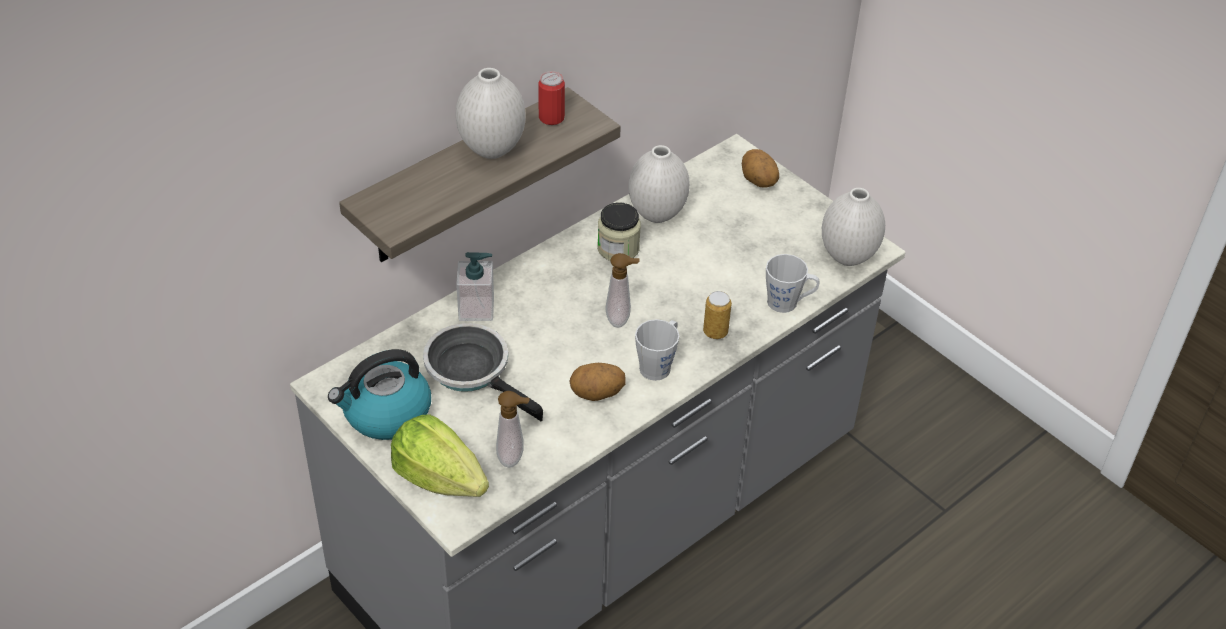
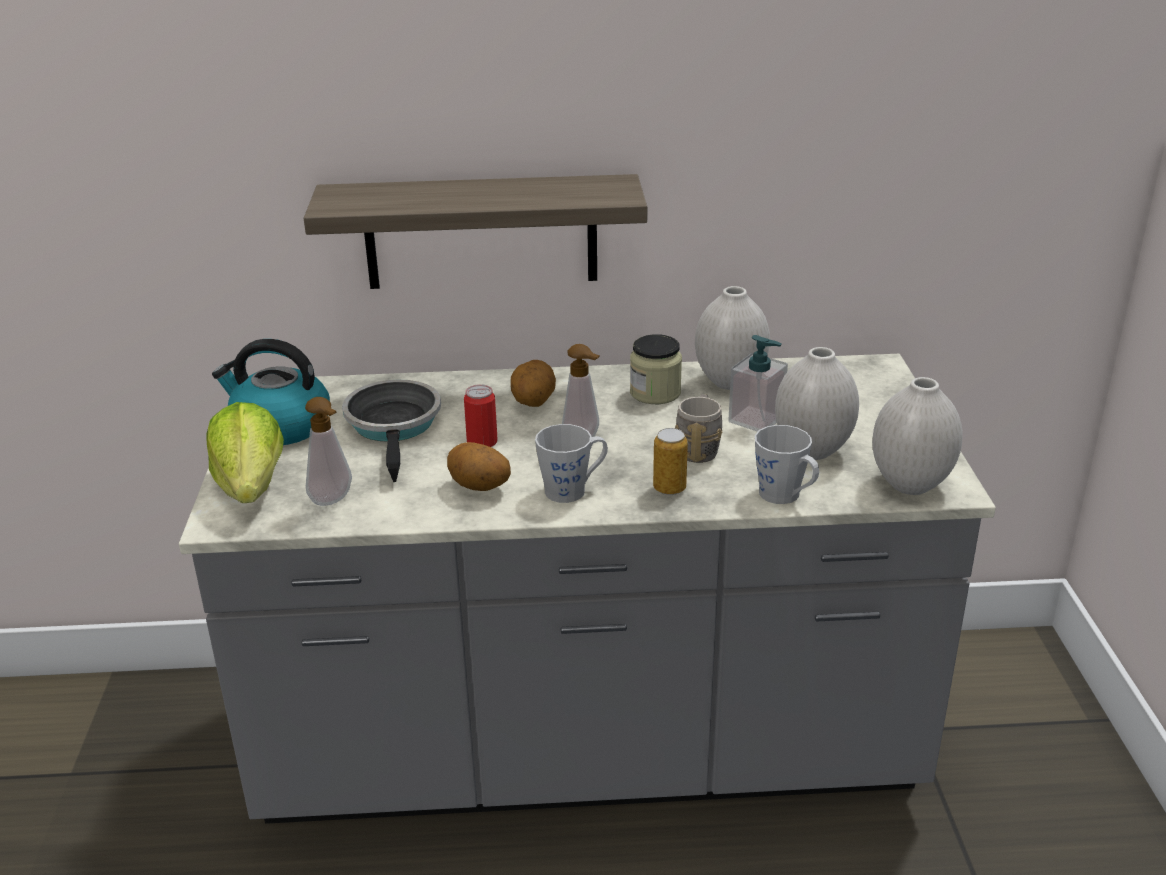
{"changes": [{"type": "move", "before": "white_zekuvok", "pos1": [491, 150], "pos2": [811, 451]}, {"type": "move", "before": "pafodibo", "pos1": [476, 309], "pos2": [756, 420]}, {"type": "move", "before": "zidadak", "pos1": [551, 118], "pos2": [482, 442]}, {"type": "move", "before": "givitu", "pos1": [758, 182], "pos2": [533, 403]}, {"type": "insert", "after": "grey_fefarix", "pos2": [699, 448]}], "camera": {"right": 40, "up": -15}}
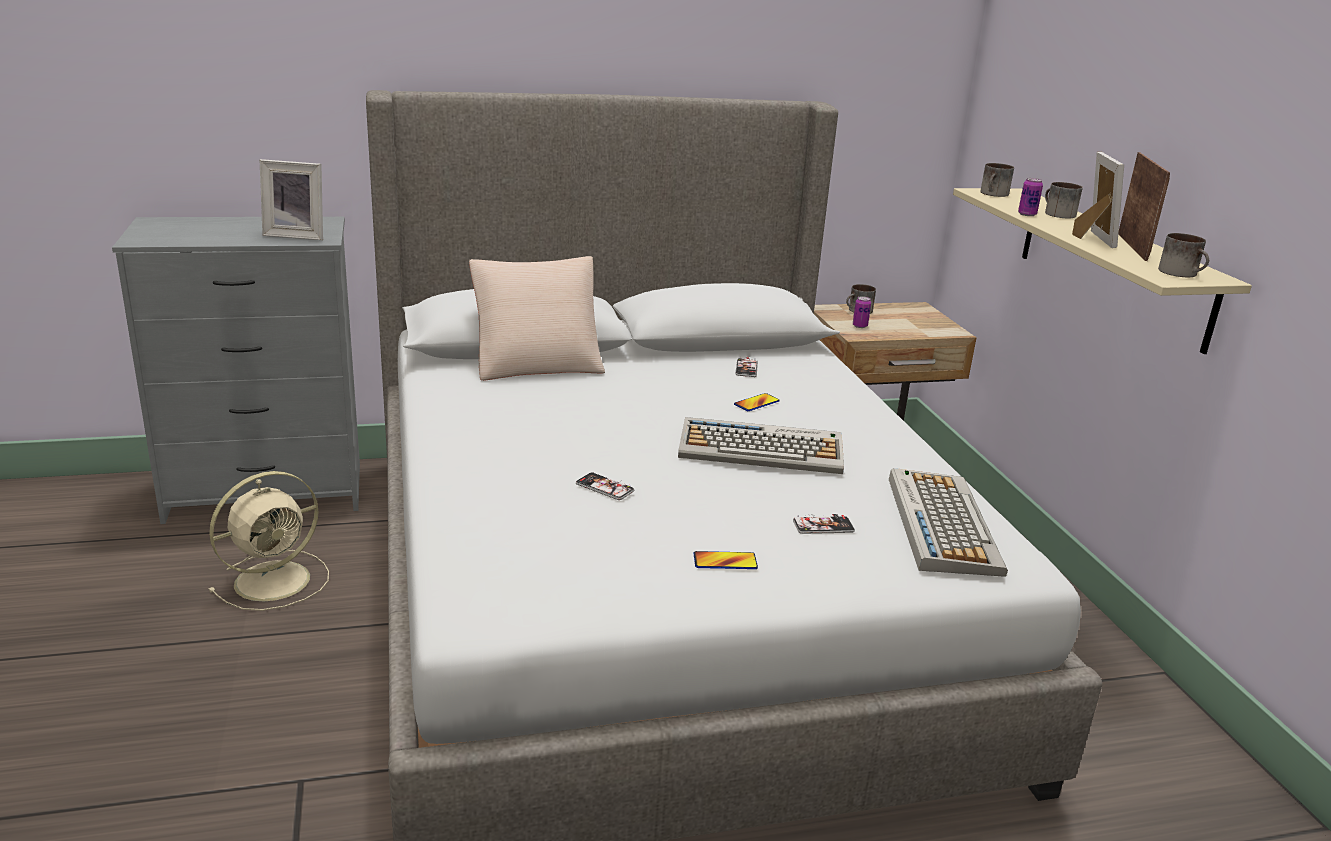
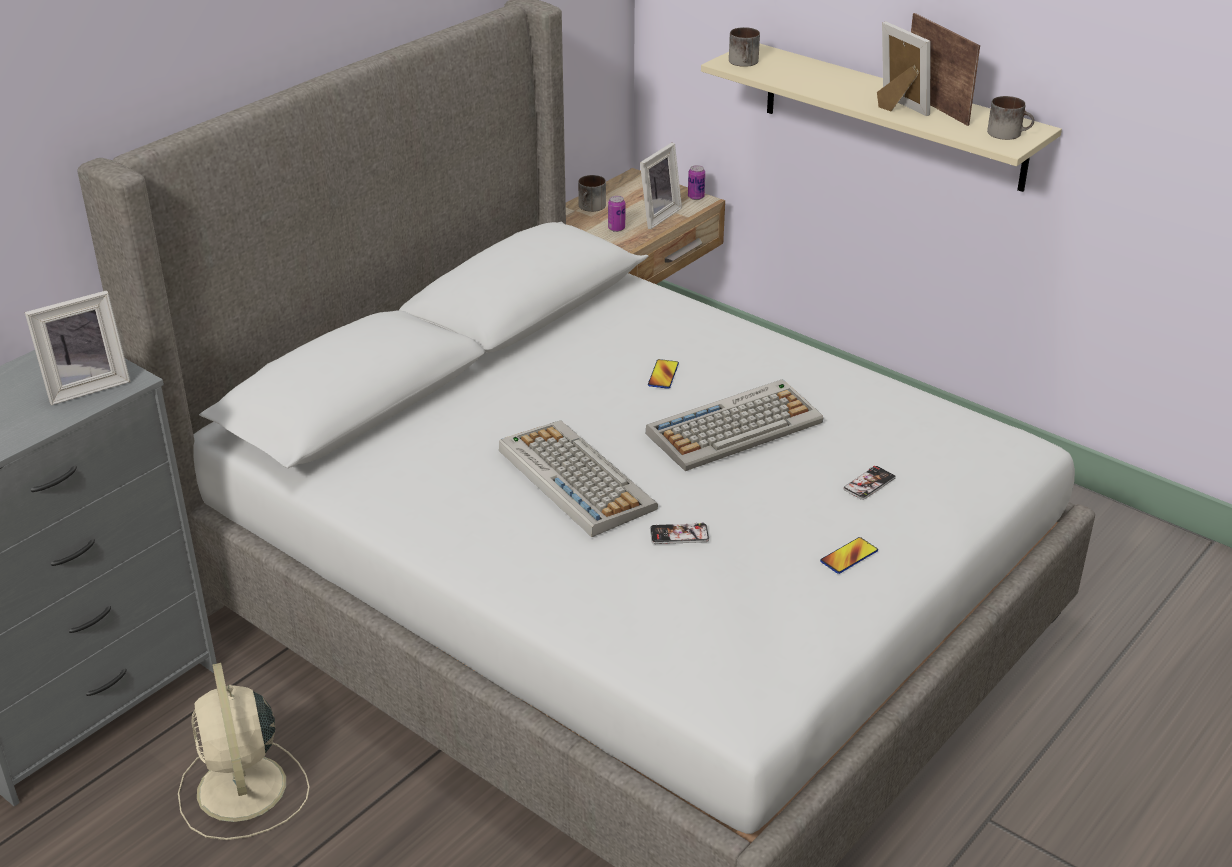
{"changes": [{"type": "rotate", "before": "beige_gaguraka", "pos1": [275, 580], "pos2": [242, 791], "turn": 150}, {"type": "delete", "before": "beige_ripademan", "pos1": [537, 364]}, {"type": "delete", "before": "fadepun", "pos1": [746, 368]}, {"type": "move", "before": "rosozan", "pos1": [941, 523], "pos2": [574, 478]}, {"type": "move", "before": "zidadak", "pos1": [1027, 214], "pos2": [696, 197]}, {"type": "delete", "before": "fefarix", "pos1": [1056, 213]}, {"type": "insert", "after": "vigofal", "pos2": [656, 216]}], "camera": {"right": -35, "up": 10}}
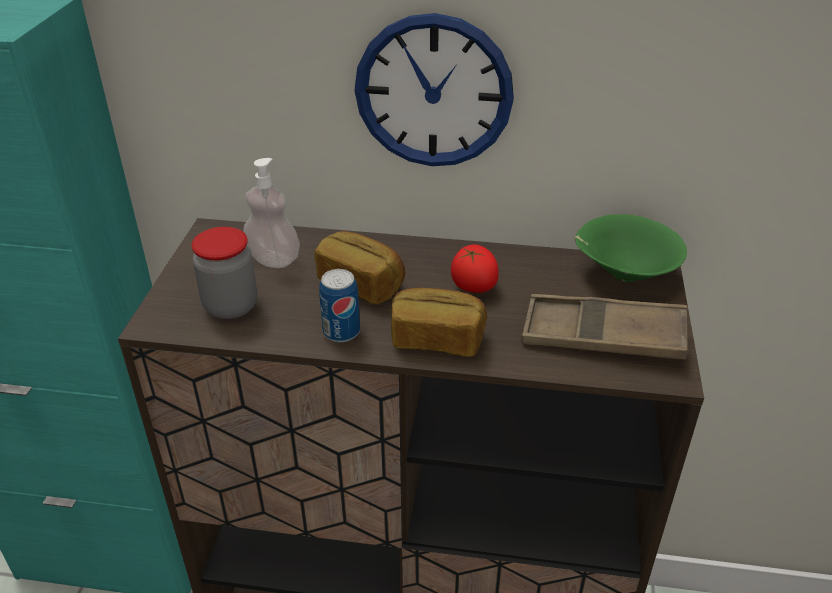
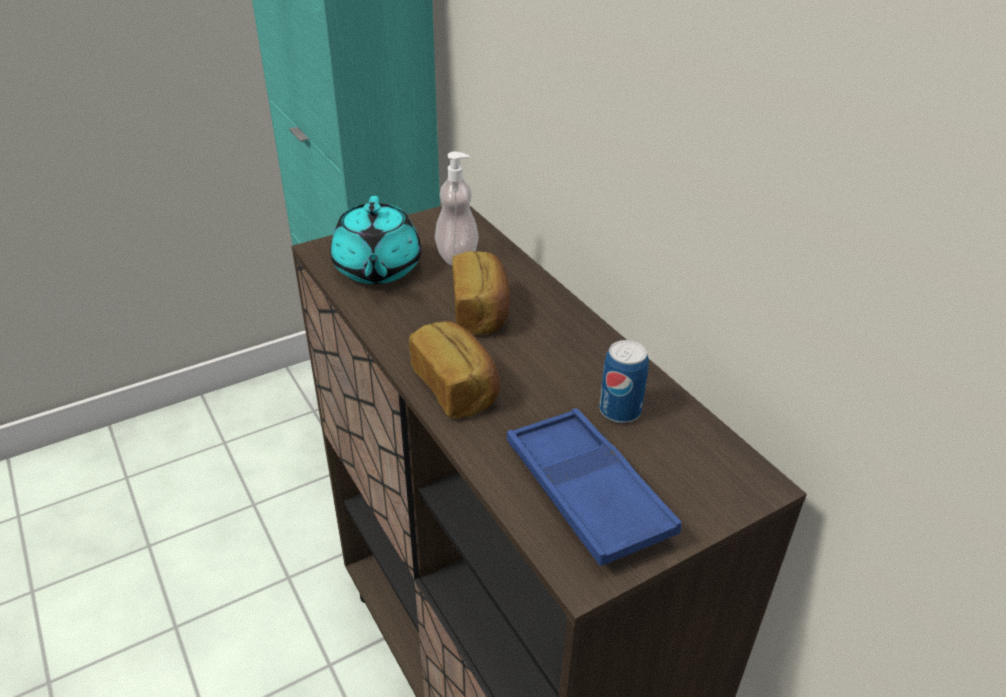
{"changes": [{"type": "replace", "before": "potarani", "after": "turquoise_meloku", "pos1": [231, 306], "pos2": [377, 269]}, {"type": "move", "before": "zidadak", "pos1": [341, 332], "pos2": [620, 411]}, {"type": "delete", "before": "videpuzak", "pos1": [433, 92]}, {"type": "delete", "before": "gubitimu", "pos1": [473, 286]}, {"type": "recolor", "before": "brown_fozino", "after": "blue_fozino", "pos1": [602, 336], "pos2": [586, 492]}, {"type": "delete", "before": "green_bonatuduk", "pos1": [622, 274]}], "camera": {"right": 50, "up": 0}}
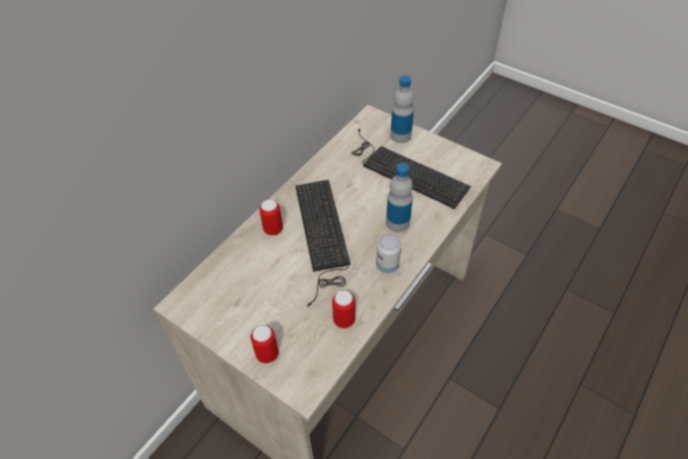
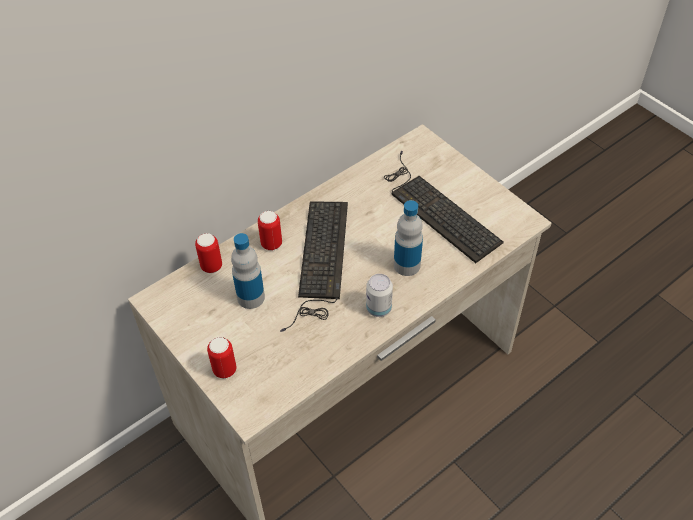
{"changes": [{"type": "move", "before": "zidadak", "pos1": [344, 320], "pos2": [211, 266]}, {"type": "move", "before": "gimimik", "pos1": [400, 136], "pos2": [251, 297]}], "camera": {"right": 15, "up": 0}}
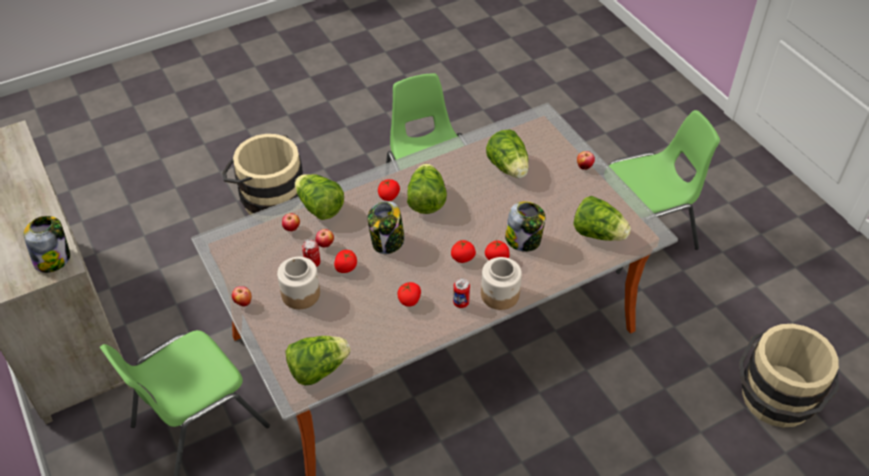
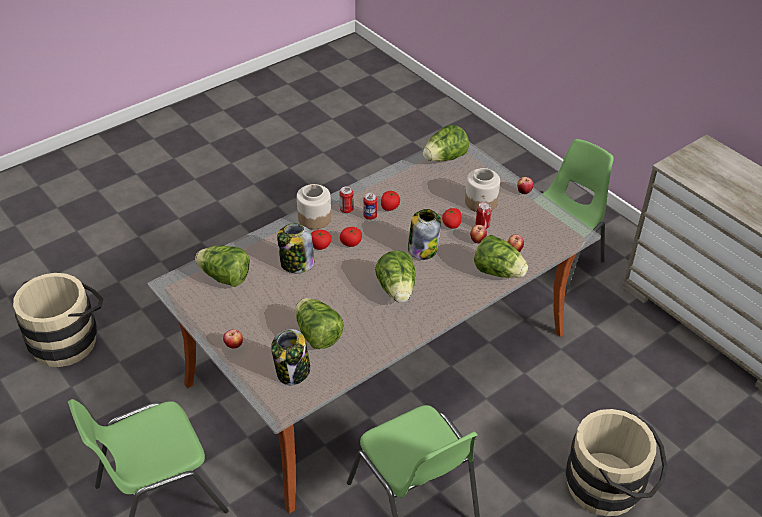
{"changes": [{"type": "move", "before": "potarani", "pos1": [53, 258], "pos2": [293, 371]}, {"type": "delete", "before": "gubitimu", "pos1": [389, 196]}, {"type": "insert", "after": "zidadak", "pos2": [370, 216]}], "camera": {"right": 170, "up": -5}}
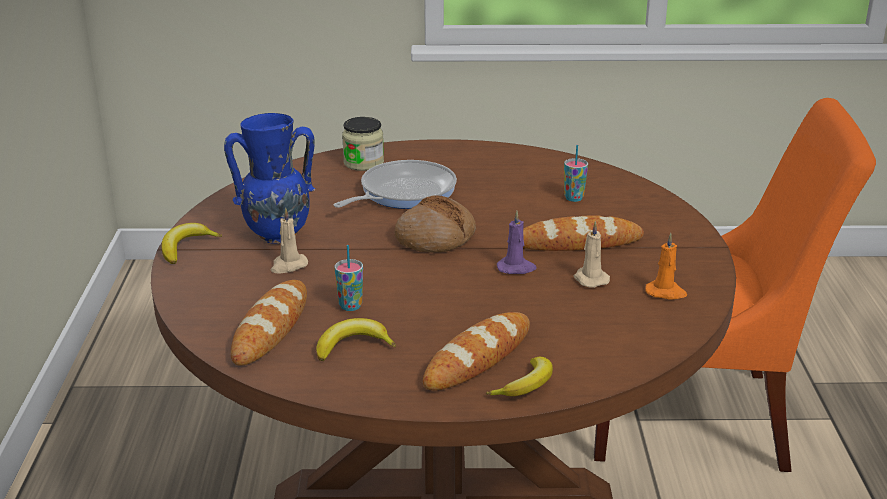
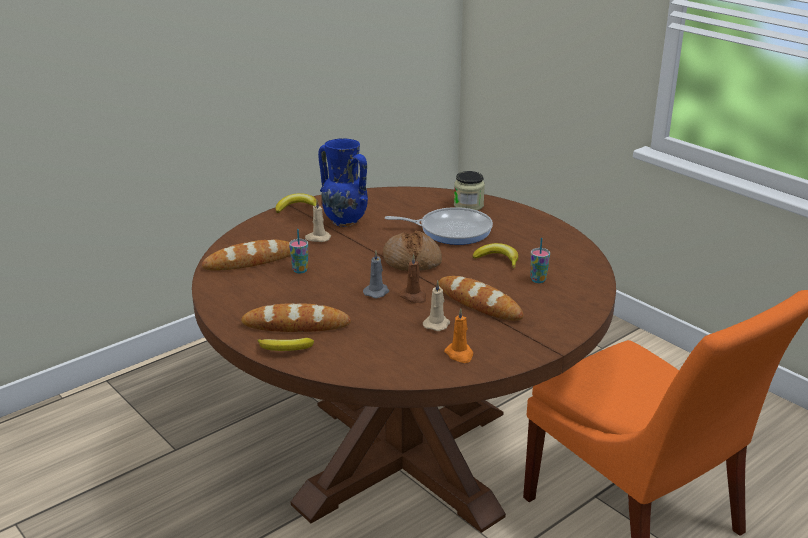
{"changes": [{"type": "move", "before": "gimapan", "pos1": [353, 346], "pos2": [497, 259]}, {"type": "recolor", "before": "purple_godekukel", "after": "brown_godekukel", "pos1": [516, 268], "pos2": [414, 297]}, {"type": "insert", "after": "grey_godekukel", "pos2": [377, 292]}], "camera": {"right": 50, "up": 0}}
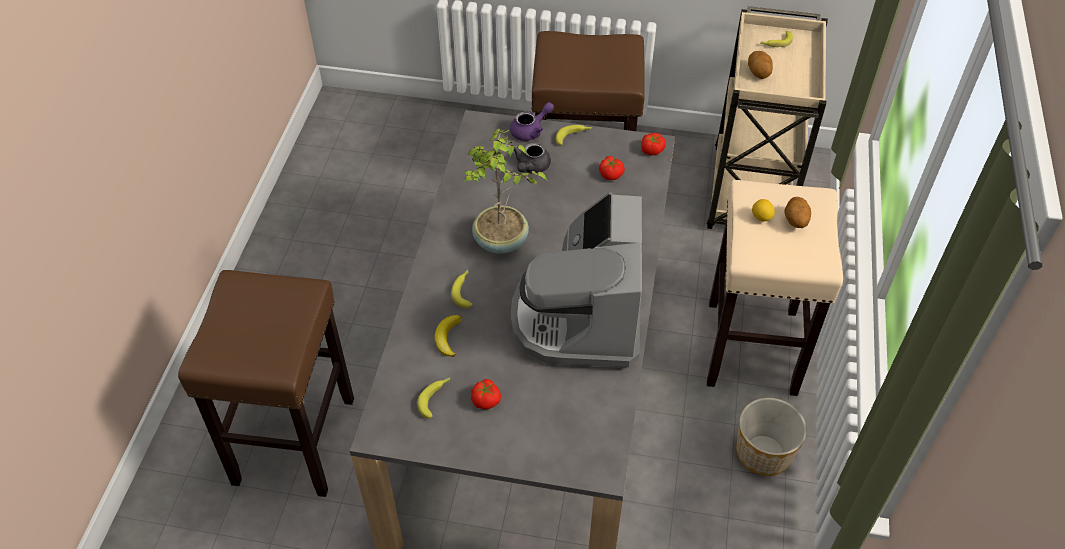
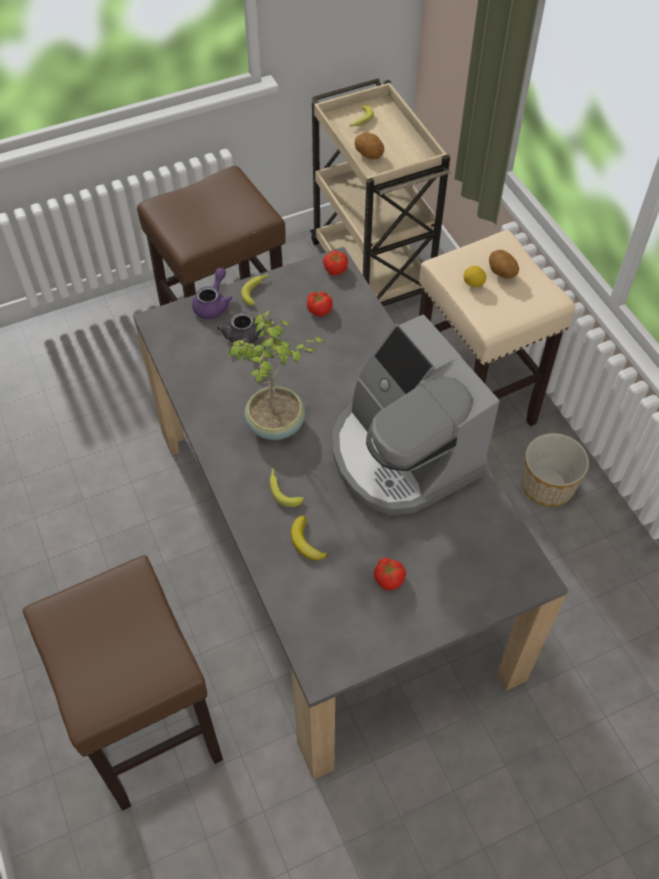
{"changes": [{"type": "delete", "before": "gimapan", "pos1": [435, 398]}], "camera": {"right": -35, "up": 5}}
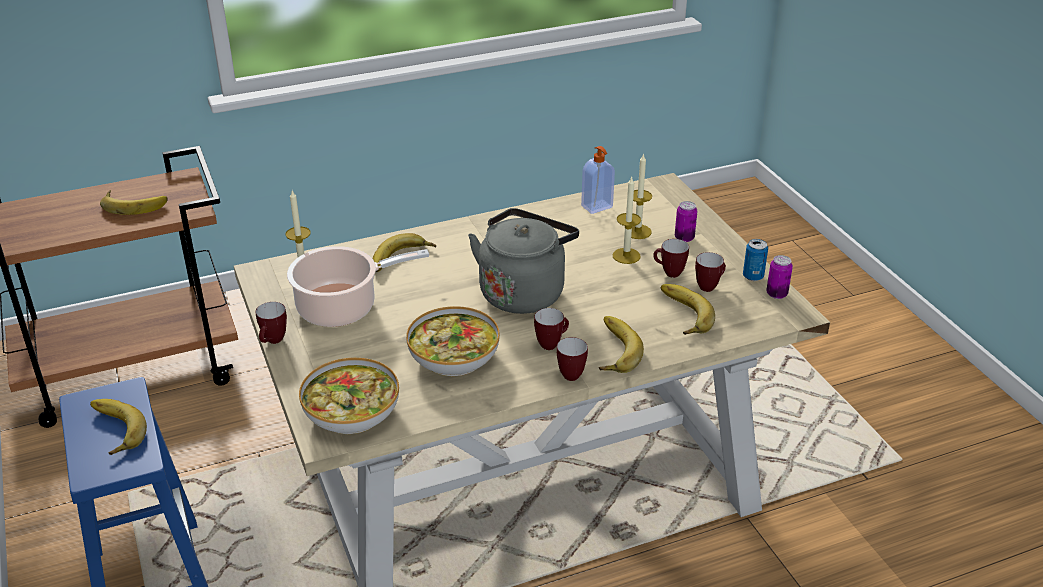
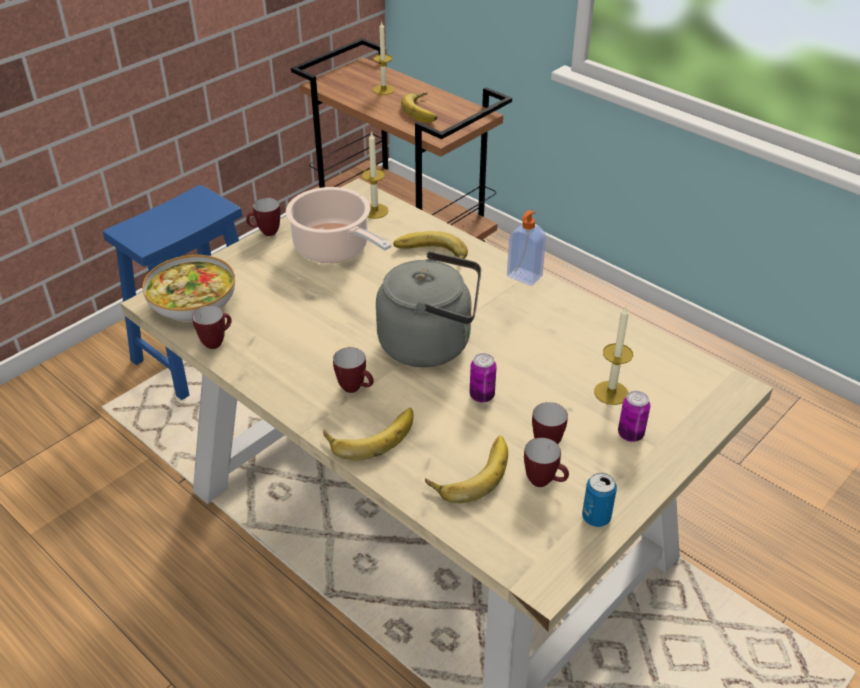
{"changes": [{"type": "delete", "before": "gimapan", "pos1": [112, 430]}, {"type": "delete", "before": "bonatuduk", "pos1": [454, 357]}, {"type": "move", "before": "fefarix", "pos1": [568, 373], "pos2": [216, 341]}, {"type": "move", "before": "pafodibo", "pos1": [597, 207], "pos2": [523, 277]}, {"type": "move", "before": "godekukel", "pos1": [626, 256], "pos2": [383, 90]}, {"type": "move", "before": "zidadak", "pos1": [776, 294], "pos2": [482, 396]}], "camera": {"right": 65, "up": 5}}
